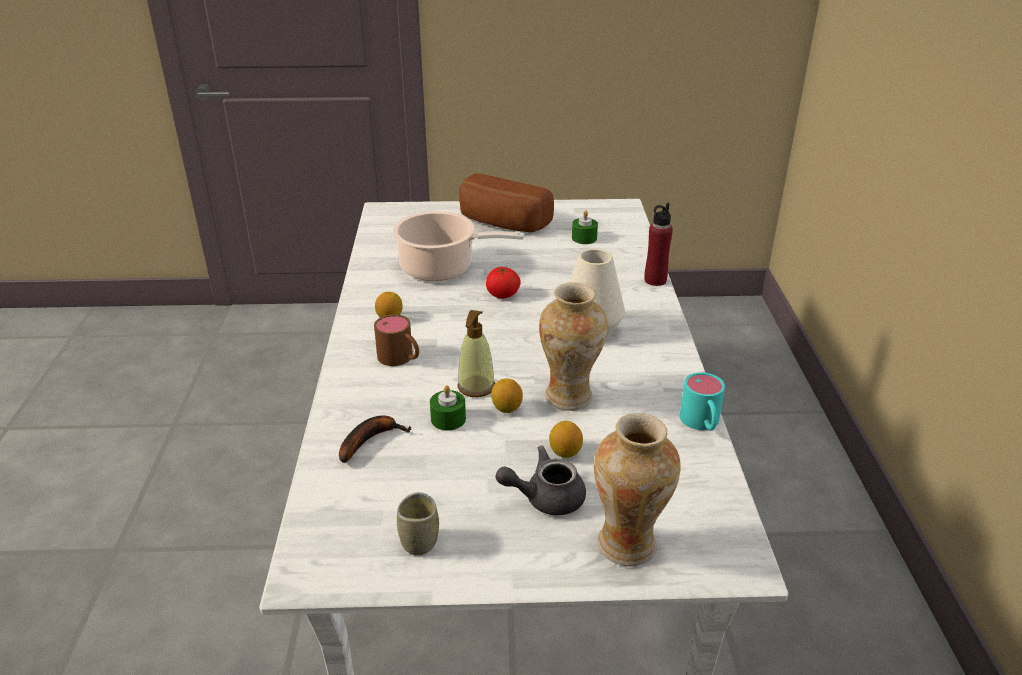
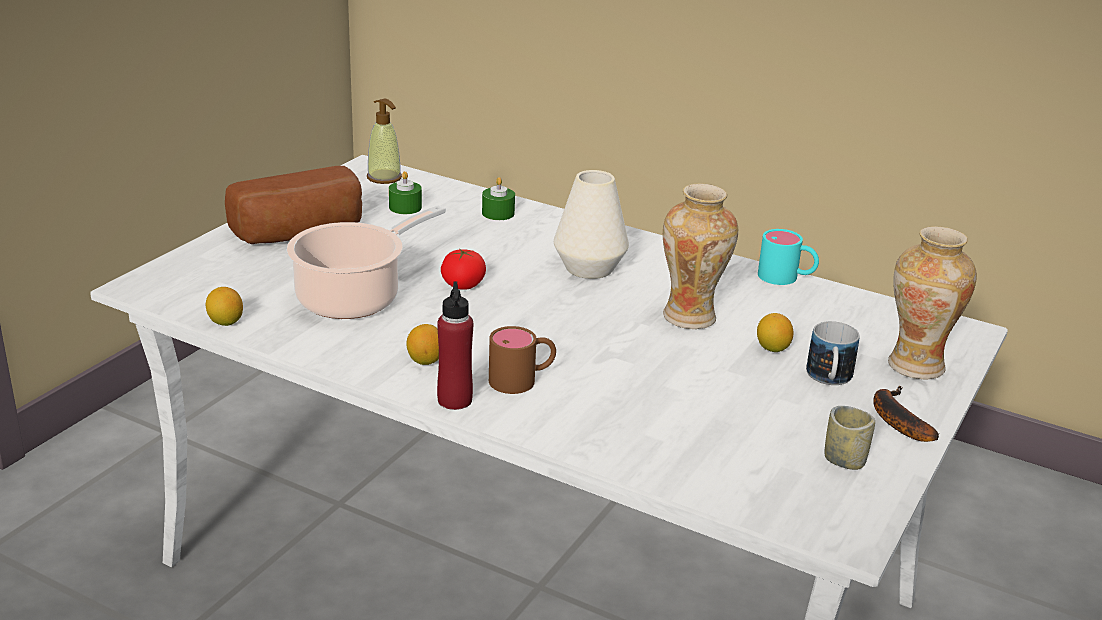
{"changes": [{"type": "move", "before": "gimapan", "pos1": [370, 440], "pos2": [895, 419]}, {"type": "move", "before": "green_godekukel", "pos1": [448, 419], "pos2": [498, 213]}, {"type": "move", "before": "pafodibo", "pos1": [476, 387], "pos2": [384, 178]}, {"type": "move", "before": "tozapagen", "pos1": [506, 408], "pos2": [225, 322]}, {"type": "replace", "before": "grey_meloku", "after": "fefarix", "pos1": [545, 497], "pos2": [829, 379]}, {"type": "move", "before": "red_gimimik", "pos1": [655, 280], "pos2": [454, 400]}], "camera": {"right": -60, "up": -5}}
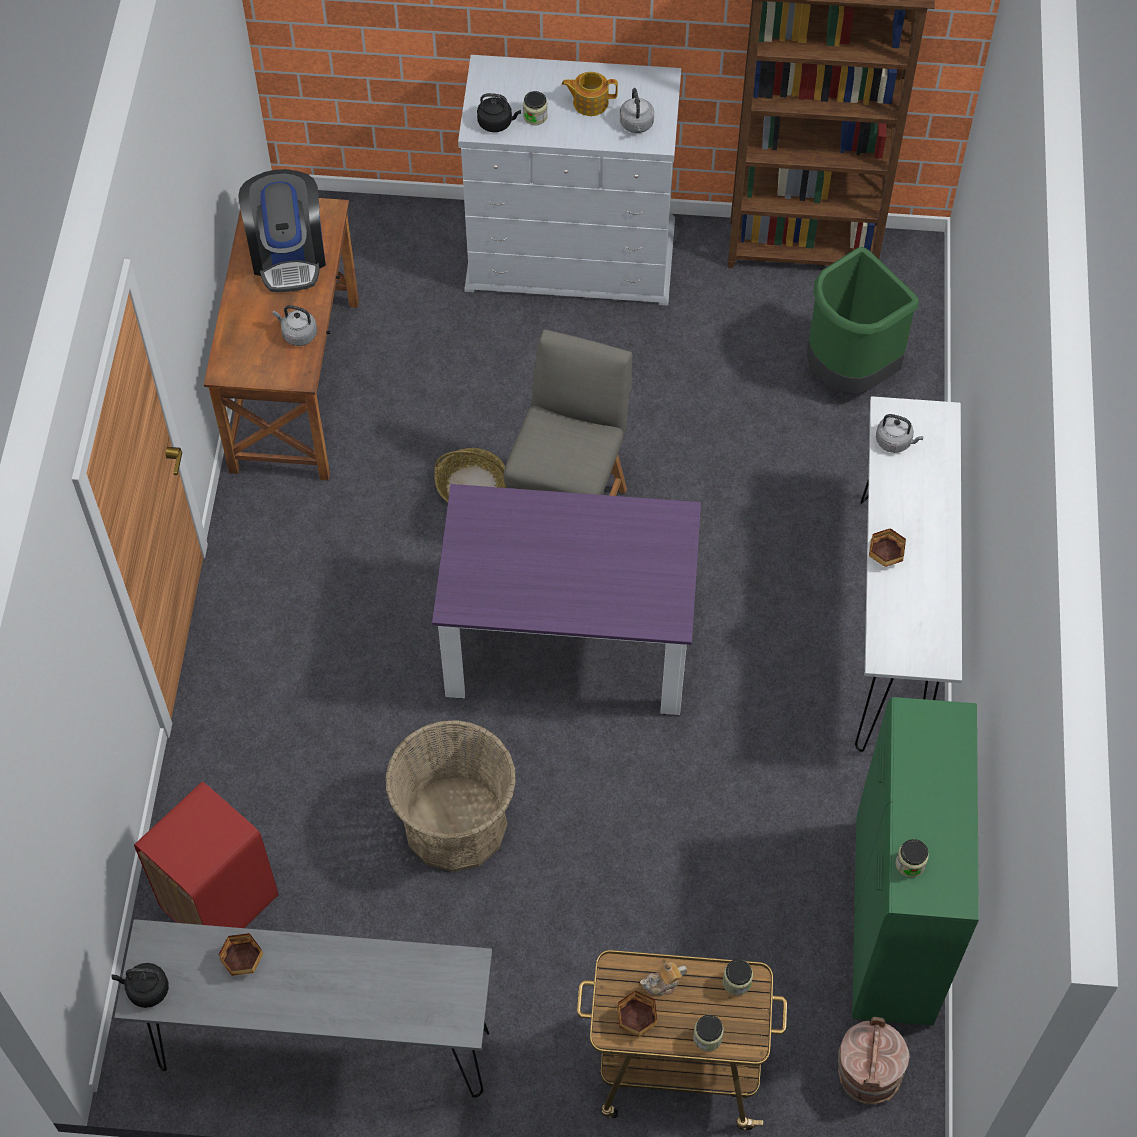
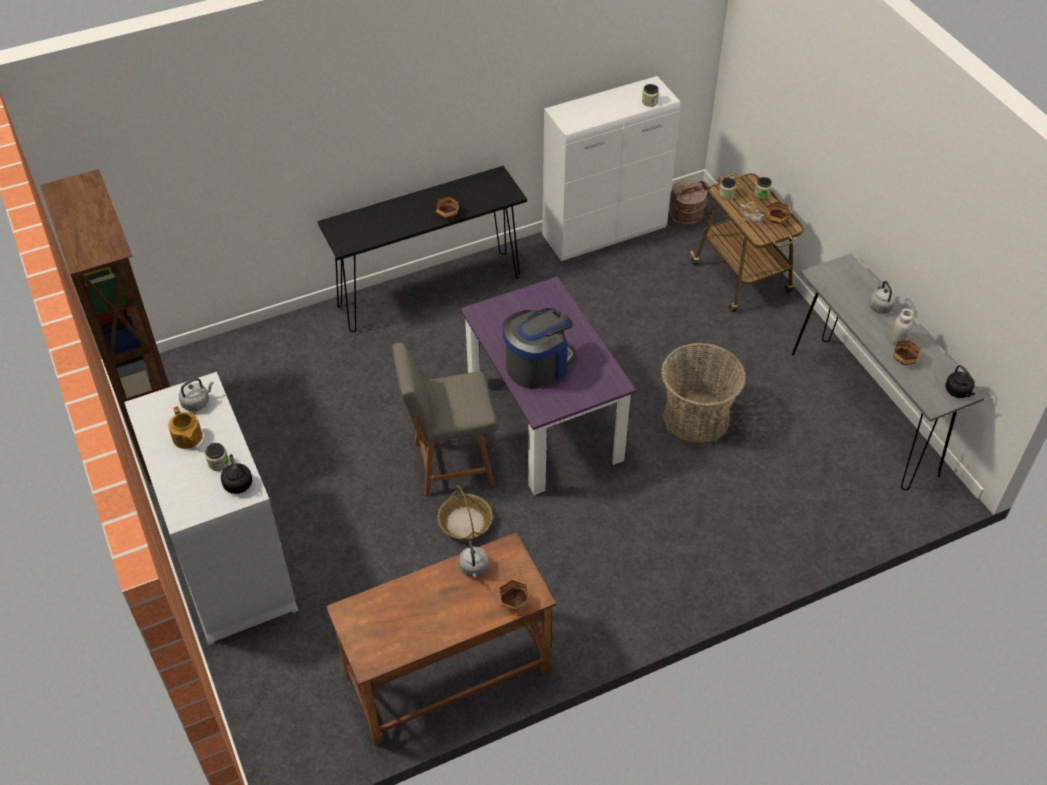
{"changes": [{"type": "delete", "before": "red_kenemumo", "pos1": [218, 902]}, {"type": "move", "before": "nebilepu", "pos1": [288, 255], "pos2": [538, 365]}, {"type": "delete", "before": "green_kenemumo", "pos1": [847, 373]}, {"type": "recolor", "before": "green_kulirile", "after": "white_kulirile", "pos1": [893, 924], "pos2": [605, 232]}, {"type": "recolor", "before": "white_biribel", "after": "black_biribel", "pos1": [891, 623], "pos2": [429, 292]}, {"type": "move", "before": "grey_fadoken", "pos1": [895, 441], "pos2": [880, 306]}, {"type": "insert", "after": "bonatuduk", "pos2": [513, 603]}, {"type": "insert", "after": "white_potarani", "pos2": [897, 340]}], "camera": {"right": -120, "up": -10}}
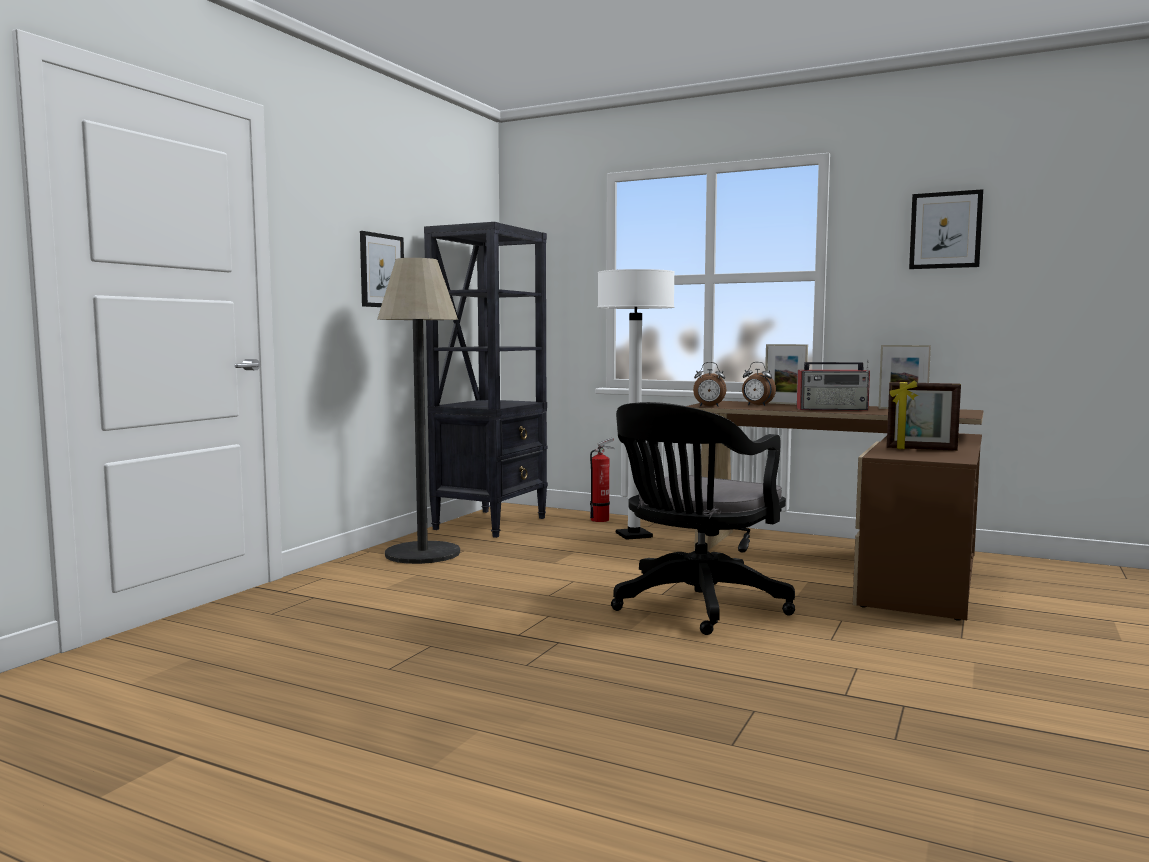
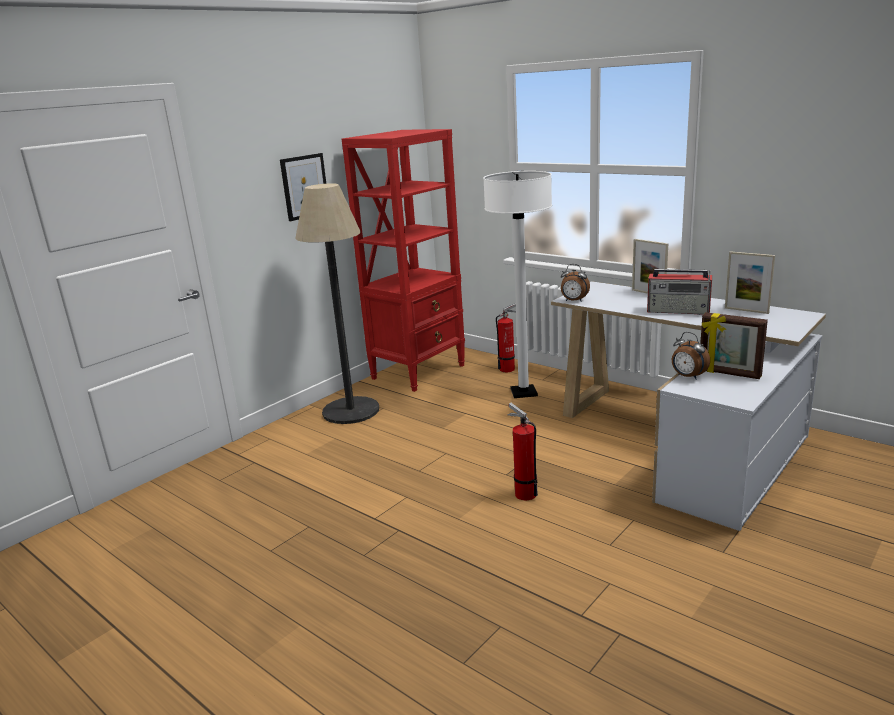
{"changes": [{"type": "recolor", "before": "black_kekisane", "after": "red_kekisane", "pos1": [491, 523], "pos2": [419, 371]}, {"type": "replace", "before": "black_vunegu", "after": "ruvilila", "pos1": [695, 606], "pos2": [523, 493]}, {"type": "recolor", "before": "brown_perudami", "after": "white_perudami", "pos1": [848, 564], "pos2": [685, 442]}, {"type": "move", "before": "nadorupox", "pos1": [757, 405], "pos2": [687, 376]}, {"type": "delete", "before": "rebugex", "pos1": [945, 230]}], "camera": {"right": 15, "up": 15}}
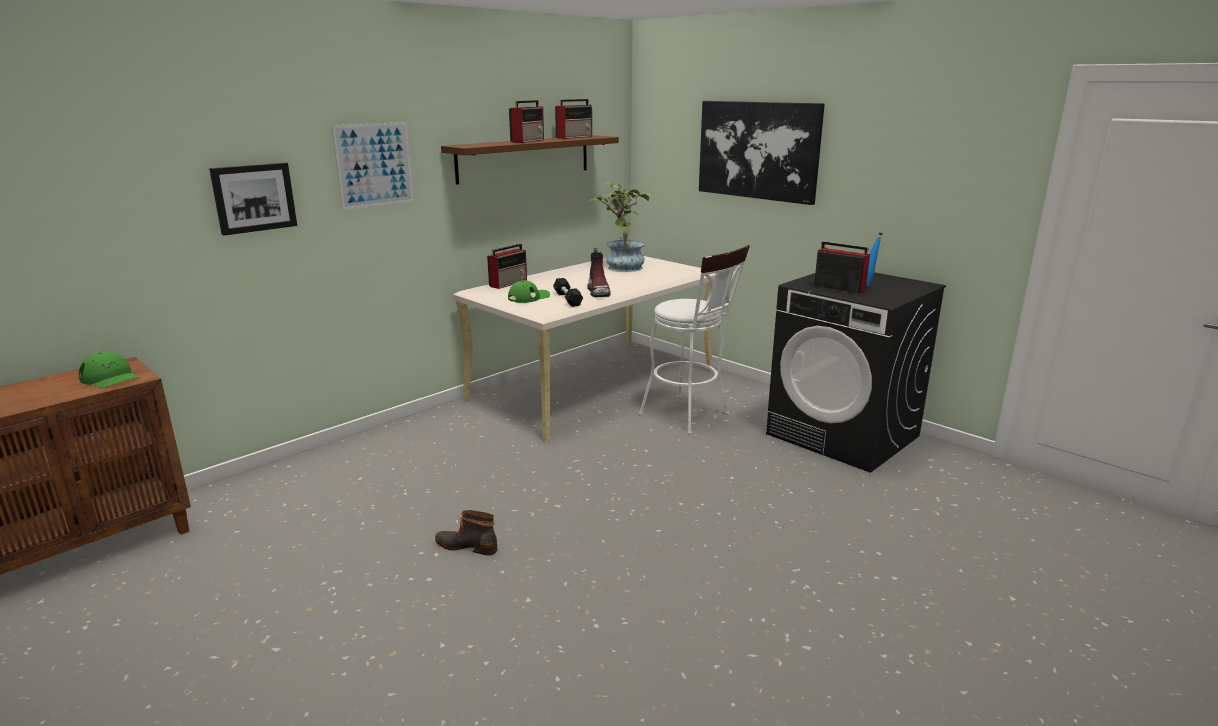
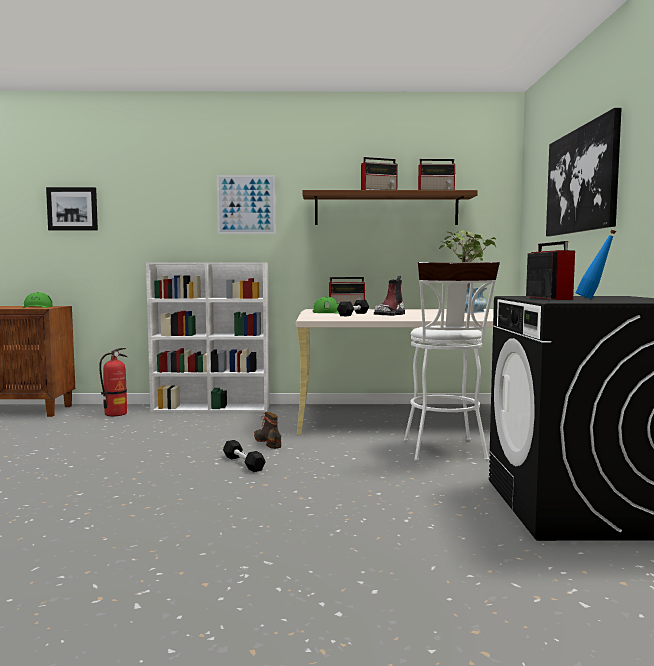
{"changes": [{"type": "move", "before": "rebugex", "pos1": [254, 198], "pos2": [72, 209]}, {"type": "move", "before": "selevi", "pos1": [467, 545], "pos2": [268, 442]}, {"type": "insert", "after": "ruvilila", "pos2": [115, 414]}, {"type": "insert", "after": "white_kekisane", "pos2": [212, 408]}, {"type": "insert", "after": "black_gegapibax", "pos2": [243, 463]}], "camera": {"right": 45, "up": -15}}
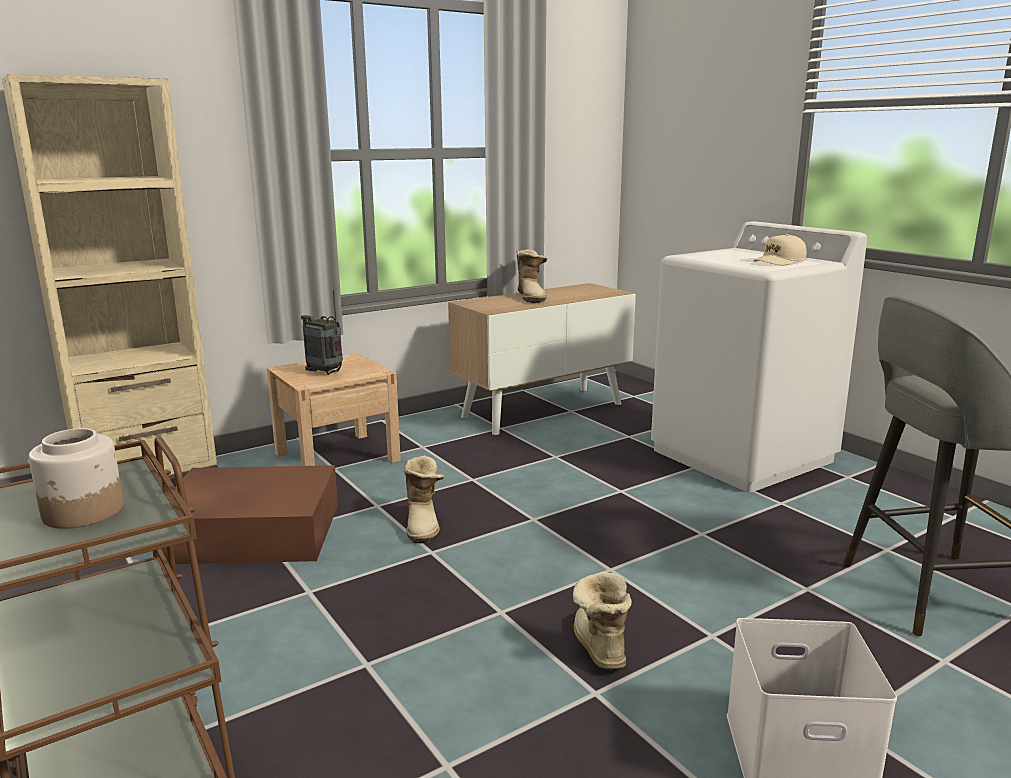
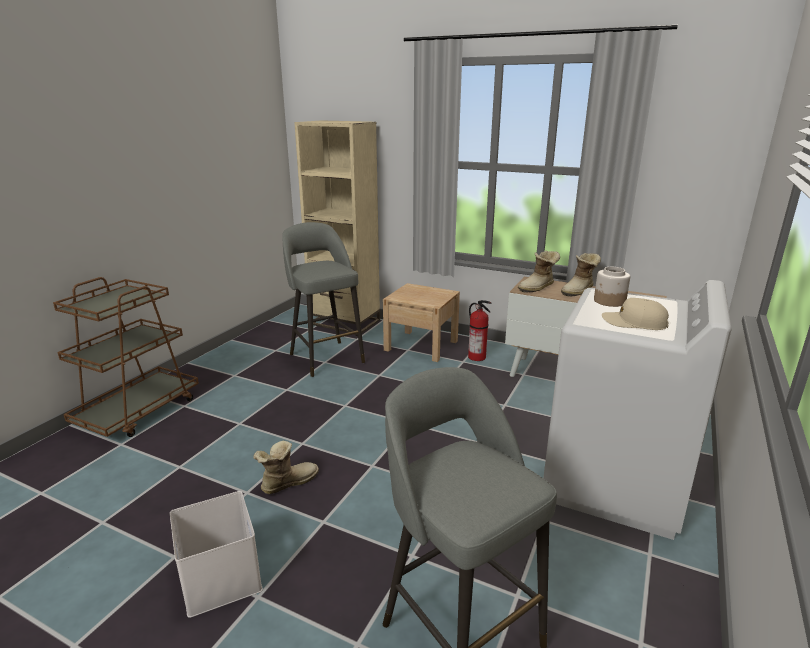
{"changes": [{"type": "move", "before": "potarani", "pos1": [83, 512], "pos2": [609, 301]}, {"type": "replace", "before": "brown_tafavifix", "after": "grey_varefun", "pos1": [250, 532], "pos2": [326, 357]}, {"type": "delete", "before": "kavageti", "pos1": [325, 372]}, {"type": "move", "before": "selevi", "pos1": [424, 524], "pos2": [538, 288]}, {"type": "insert", "after": "ruvilila", "pos2": [477, 357]}], "camera": {"right": 60, "up": 5}}
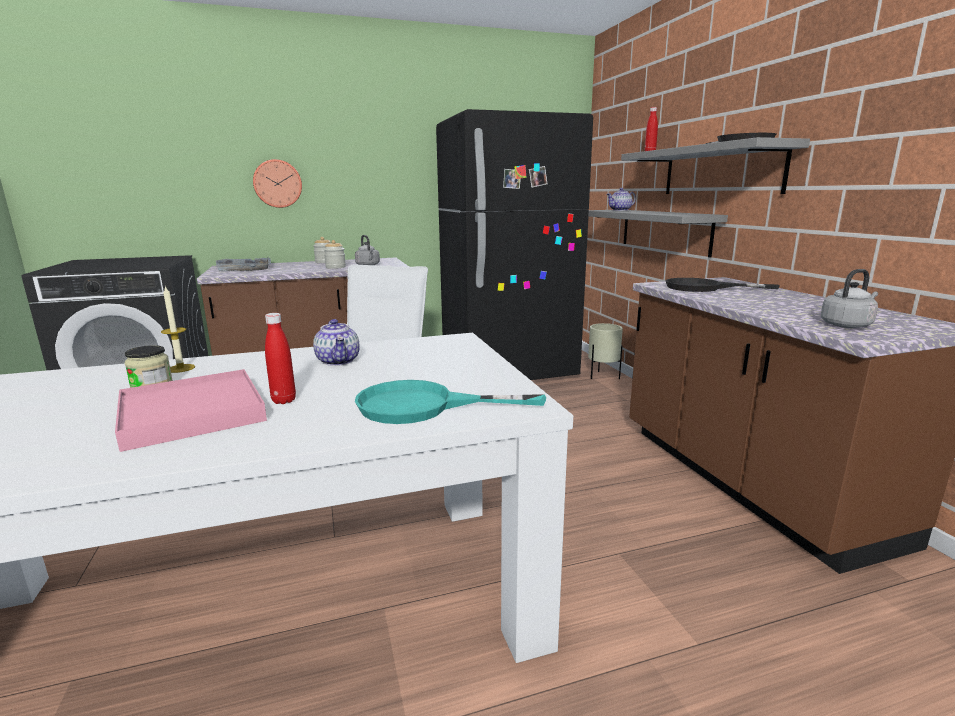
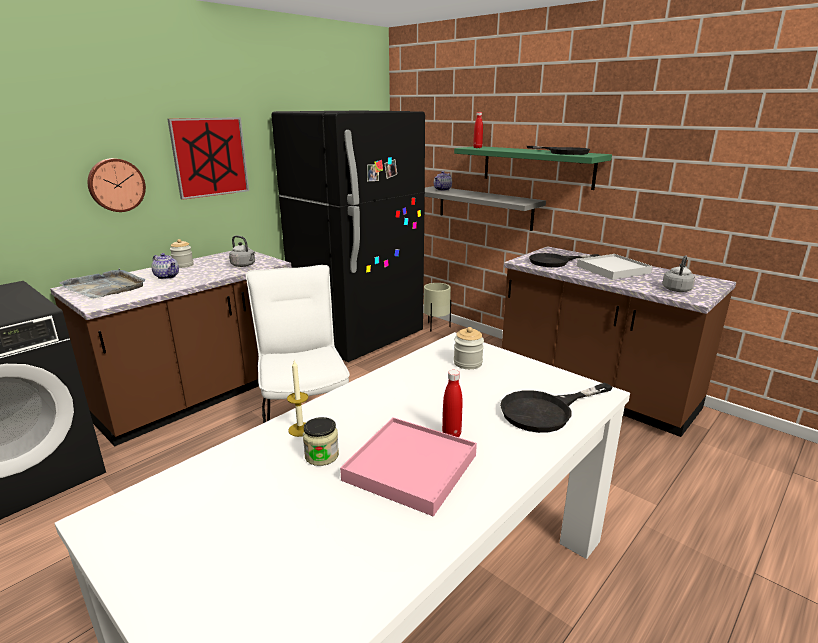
{"changes": [{"type": "move", "before": "meloku", "pos1": [339, 361], "pos2": [167, 276]}, {"type": "move", "before": "potarani", "pos1": [335, 267], "pos2": [468, 363]}, {"type": "recolor", "before": "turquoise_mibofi", "after": "black_mibofi", "pos1": [423, 406], "pos2": [546, 411]}, {"type": "recolor", "before": "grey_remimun", "after": "green_remimun", "pos1": [720, 171], "pos2": [537, 167]}, {"type": "insert", "after": "rebugex", "pos2": [210, 157]}, {"type": "insert", "after": "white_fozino", "pos2": [613, 269]}], "camera": {"right": -30, "up": 5}}
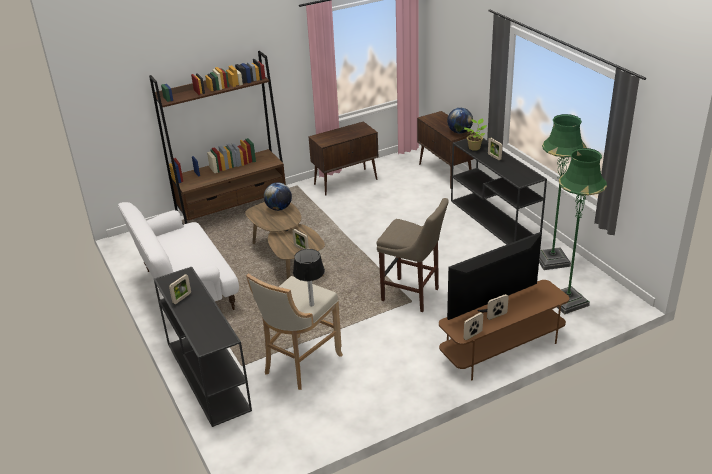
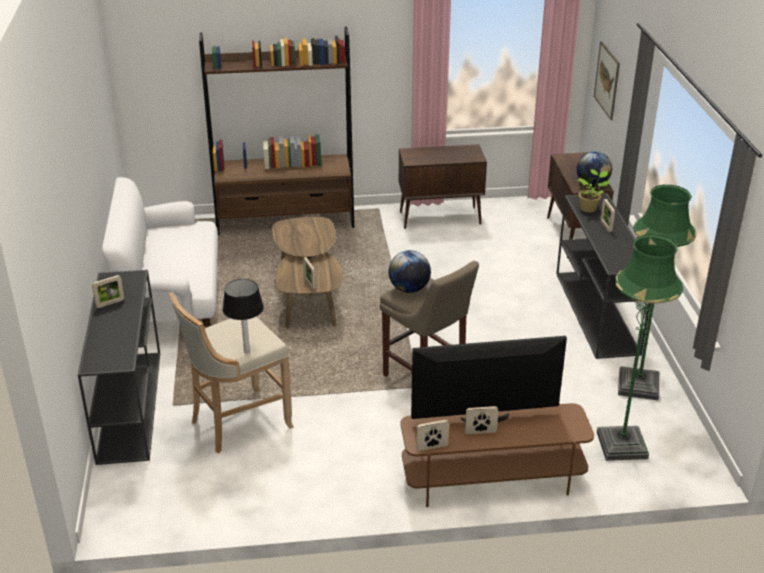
{"changes": [{"type": "move", "before": "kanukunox", "pos1": [279, 208], "pos2": [409, 289]}, {"type": "insert", "after": "rebugex", "pos2": [607, 80]}], "camera": {"right": 20, "up": 0}}
